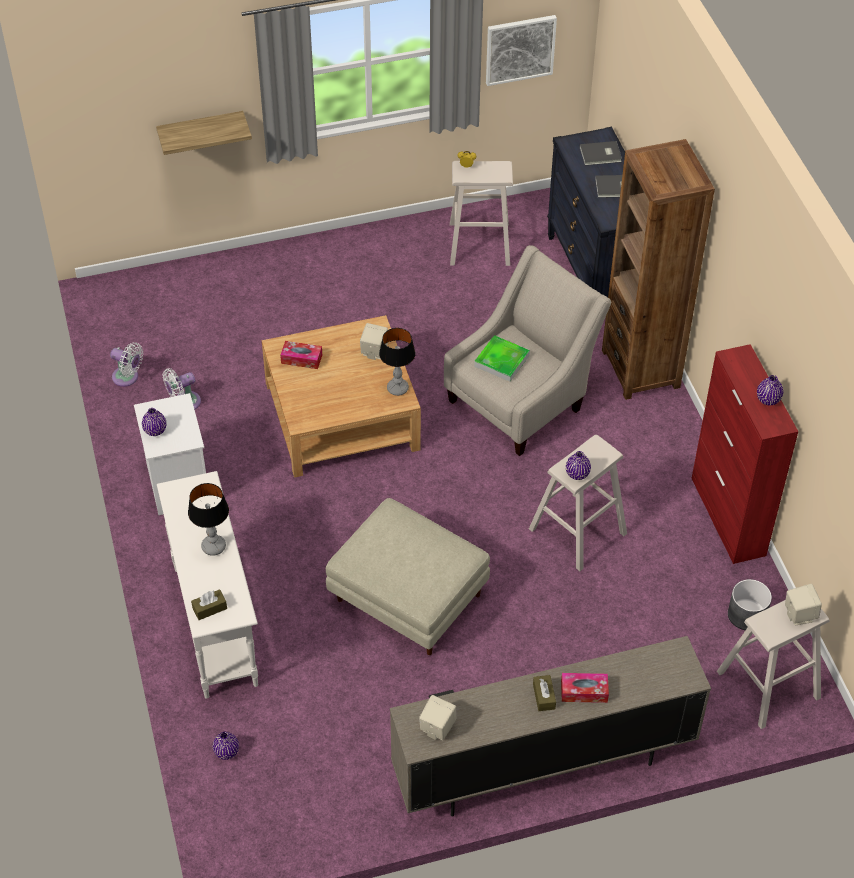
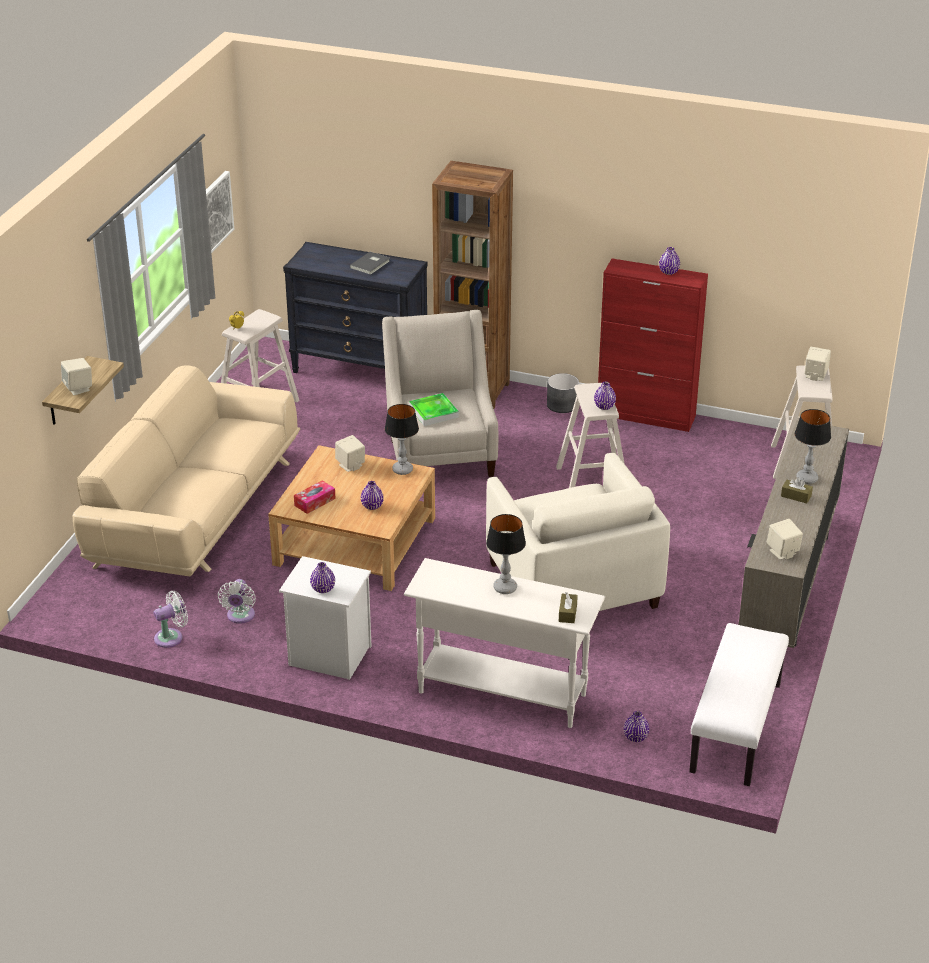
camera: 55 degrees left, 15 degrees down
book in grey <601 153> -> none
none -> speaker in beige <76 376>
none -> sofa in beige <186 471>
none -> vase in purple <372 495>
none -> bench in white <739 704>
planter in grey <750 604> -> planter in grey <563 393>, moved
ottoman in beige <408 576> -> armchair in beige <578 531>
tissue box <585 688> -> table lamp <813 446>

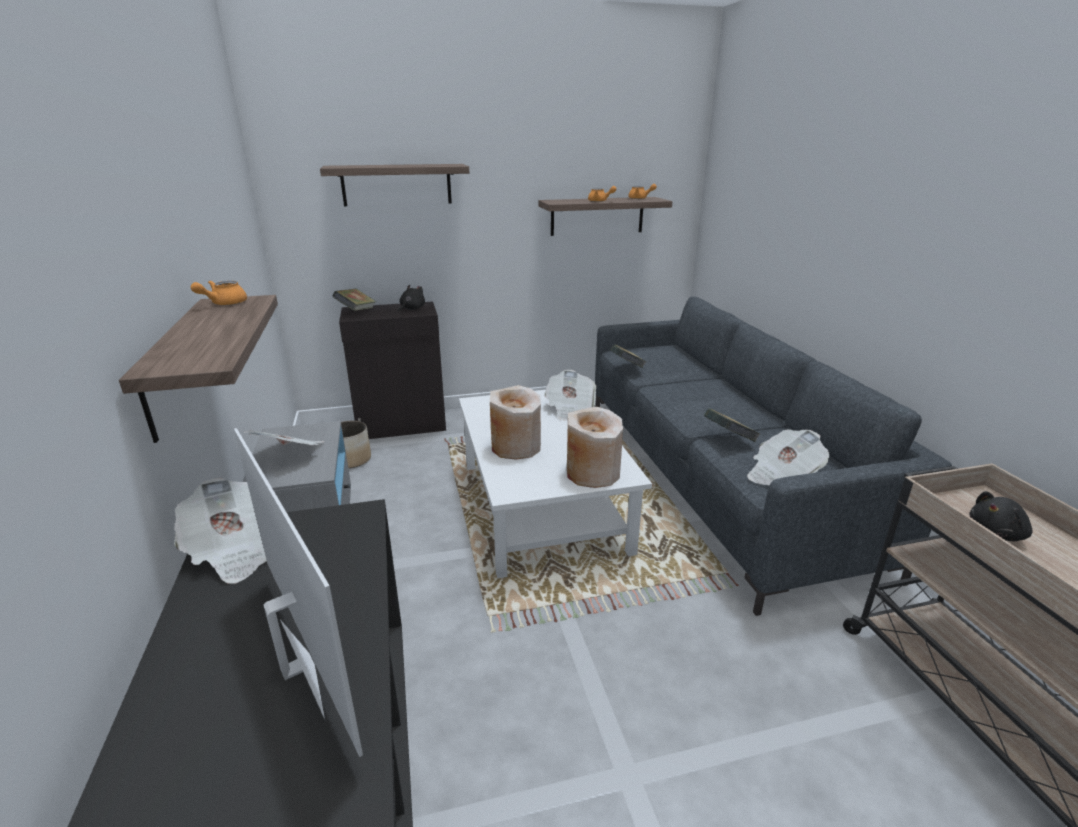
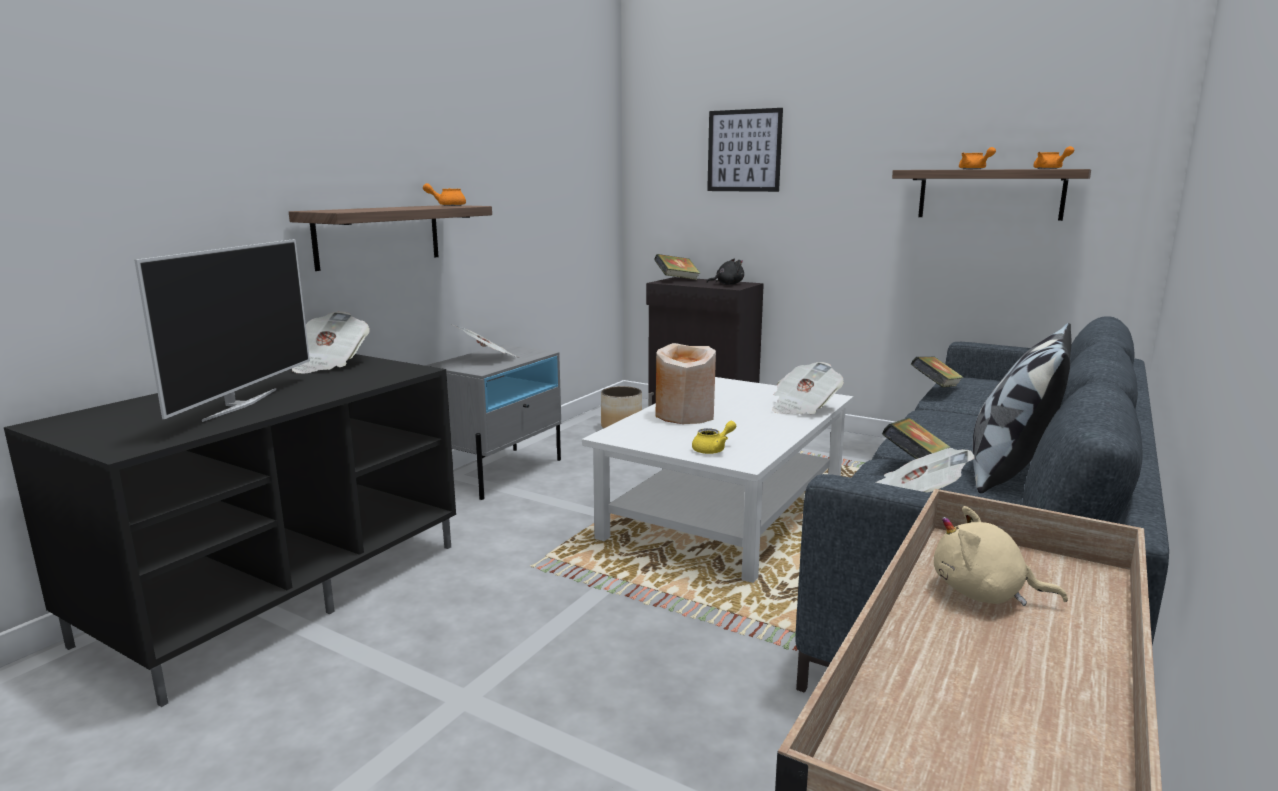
camera: 45 degrees right, 10 degrees down
none -> pillow <1022 408>
shelf <394 185> -> picture <745 150>
vase in beige <595 447> -> teapot in yellow <714 437>
plush toy in black <1001 516> -> plush toy in beige <1001 556>

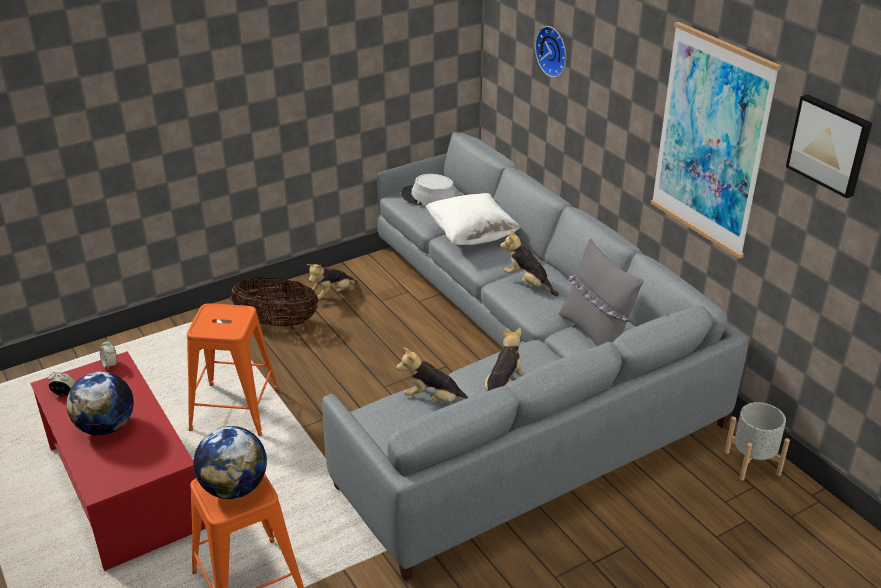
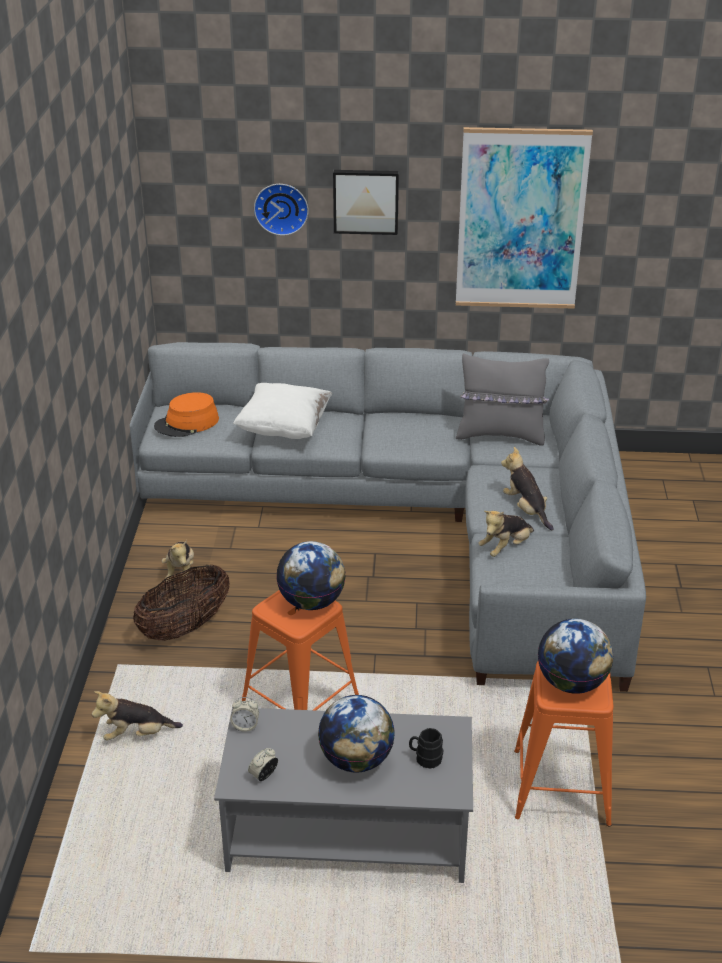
camera: 55 degrees left, 0 degrees up
planter in grey <757 441> -> none
none -> globe <311 575>
none -> mug in black <426 748>
plush toy <529 263> -> plush toy <137 716>, moved
picture <829 146> -> picture <366 202>, moved
coffee table in red <118 461> -> coffee table in grey <343 795>
hat in grey <428 190> -> hat in orange <186 414>

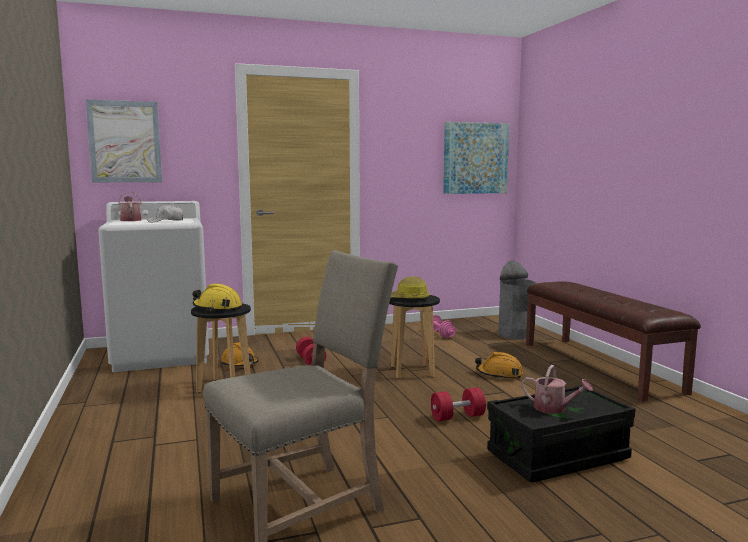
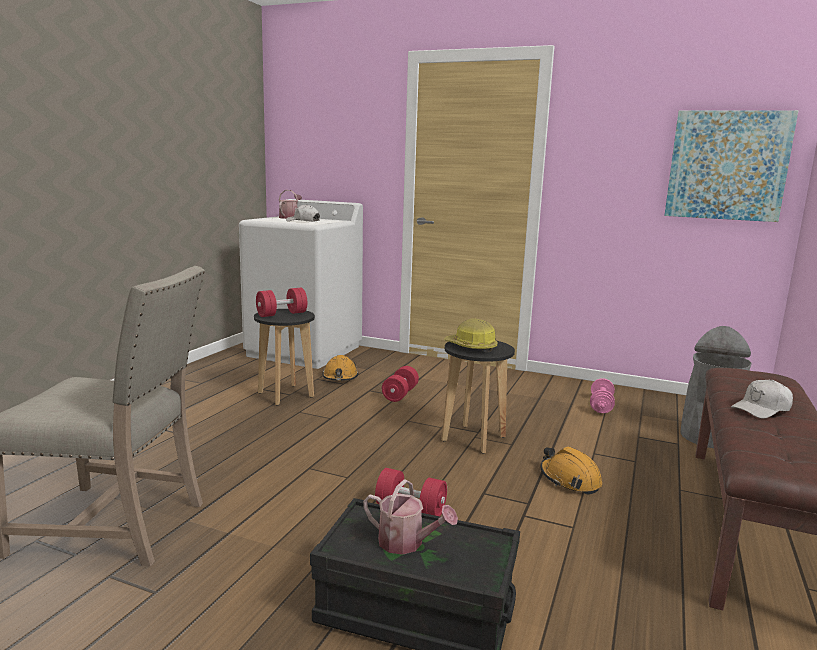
camera: 40 degrees right, 5 degrees up
picture <124 140> -> none
none -> cap in white <762 399>
hard hat in yellow <217 297> -> dumbbell in red <281 302>
watering can <557 389> -> watering can <410 517>, 45 degrees counterclockwise

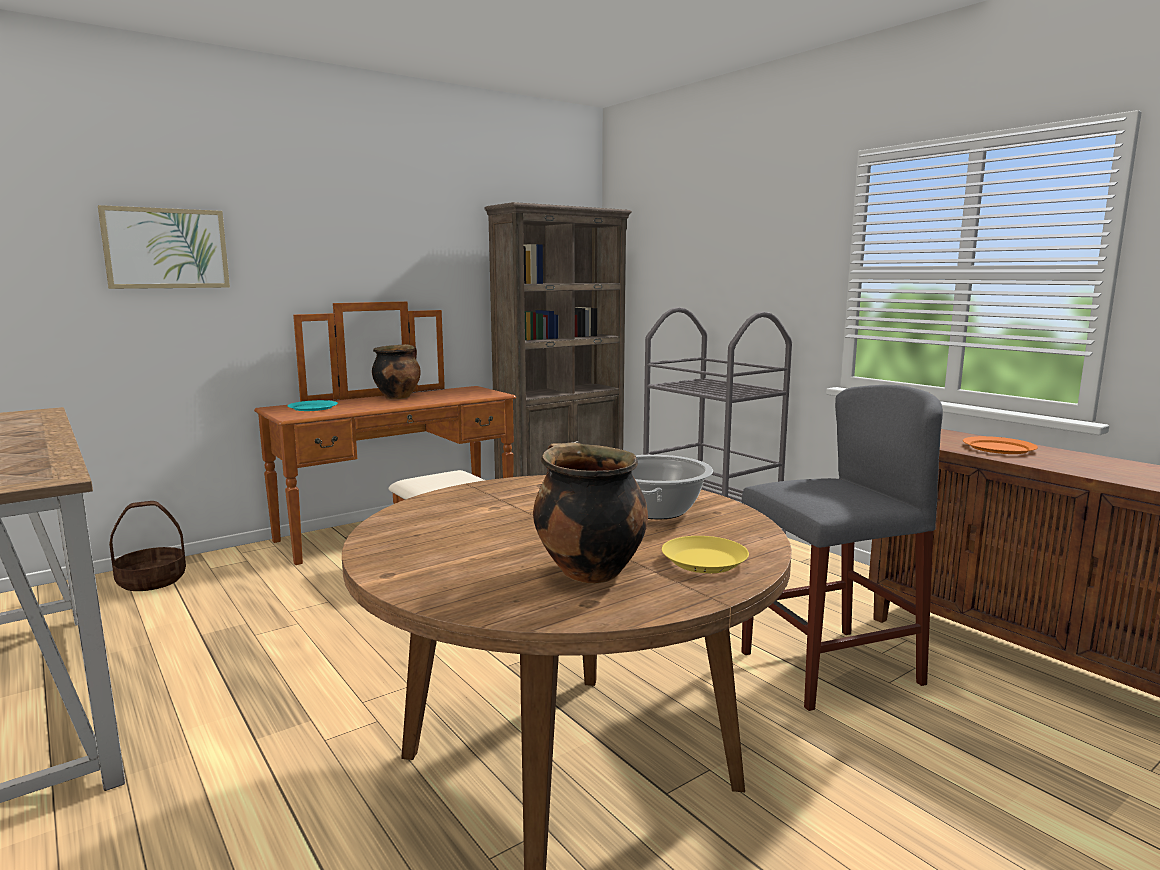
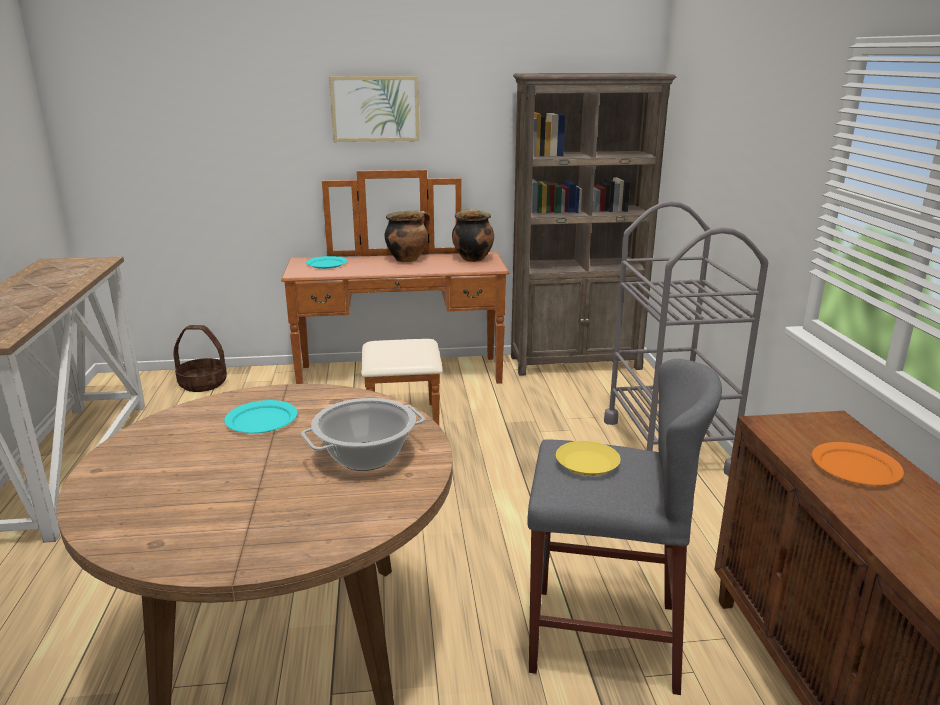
camera: 30 degrees right, 10 degrees up
none -> plate in turquoise <261 416>
picture <164 247> -> picture <374 109>, moved
cooking pot <590 513> -> cooking pot <473 235>, moved
plate in yellow <705 554> -> plate in yellow <588 458>, moved

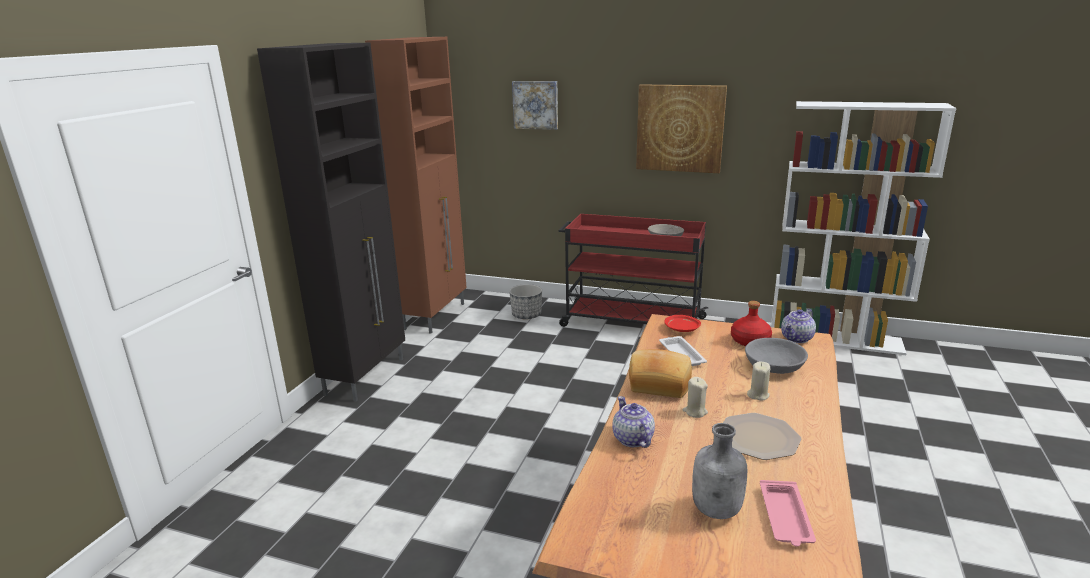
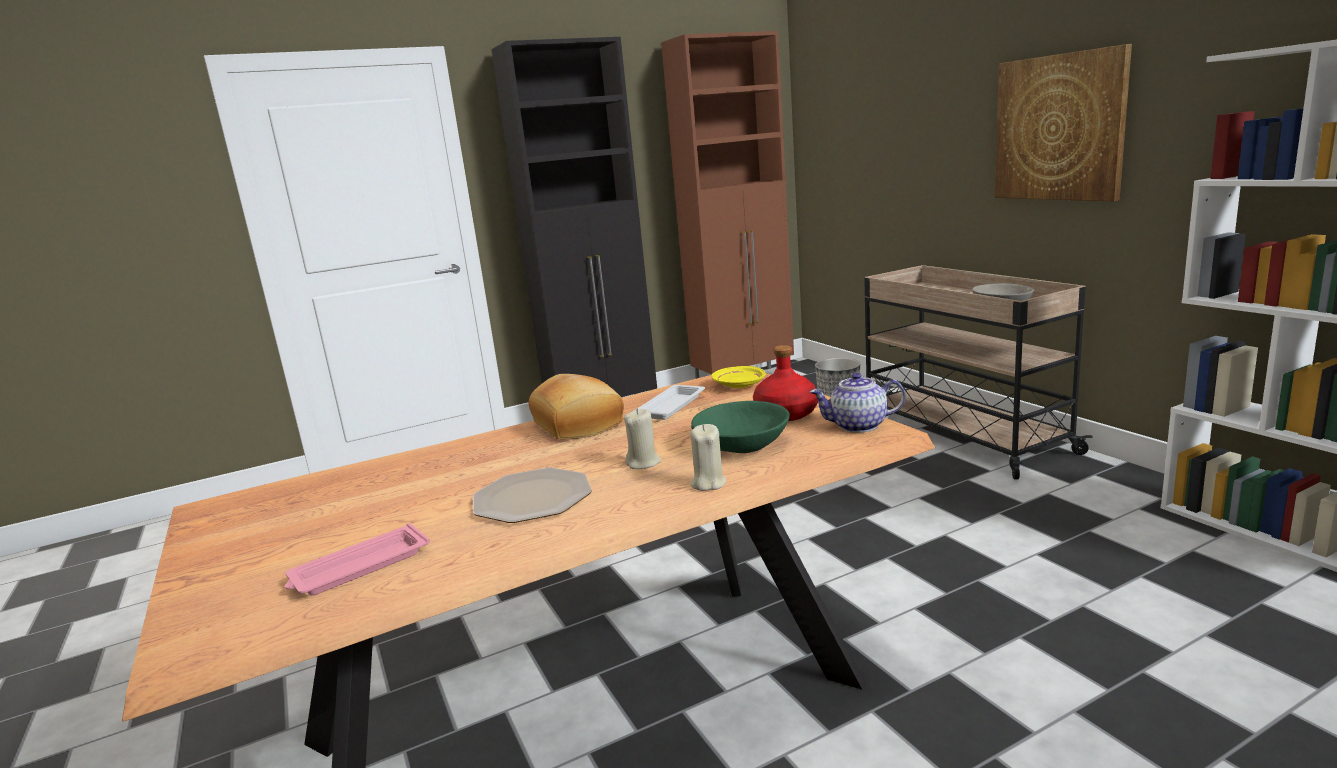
camera: 45 degrees right, 5 degrees down
picture <535 105> -> none
teapot <633 422> -> none
bottle in grey <719 471> -> none
candle in beige <695 397> -> candle in beige <708 457>, moved
cart in red <633 270> -> cart in beige <978 372>
plate in red <682 323> -> plate in yellow <738 377>
bowl in grey <776 356> -> bowl in green <740 427>

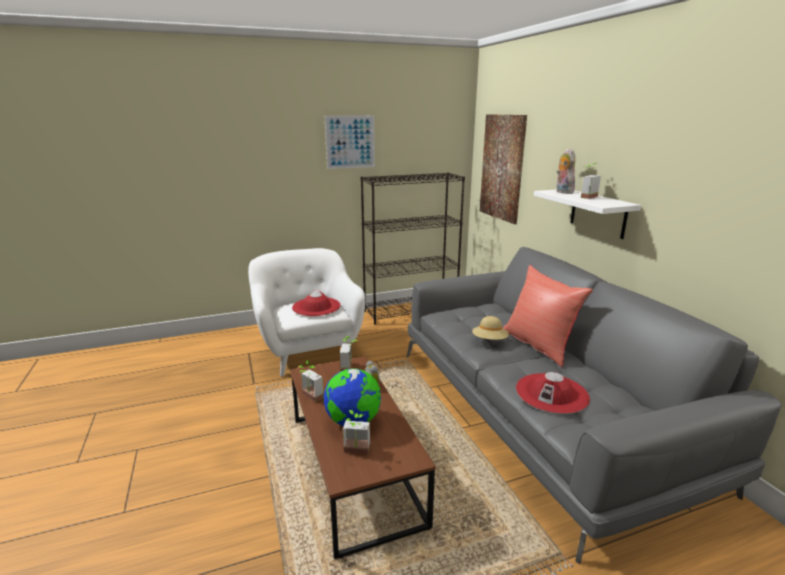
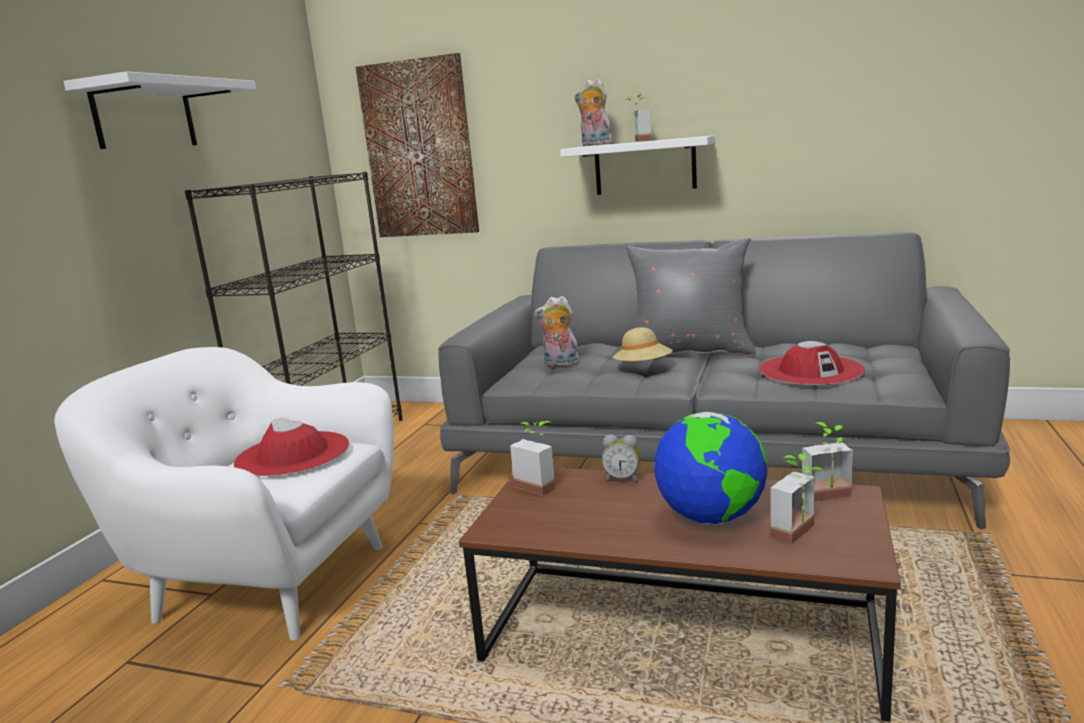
camera: 50 degrees left, 5 degrees down
none -> plush toy <557 331>
potted plant <311 381> -> potted plant <827 462>, moved
picture <350 142> -> shelf in white <160 110>
pillow in red <548 316> -> pillow in grey <691 296>

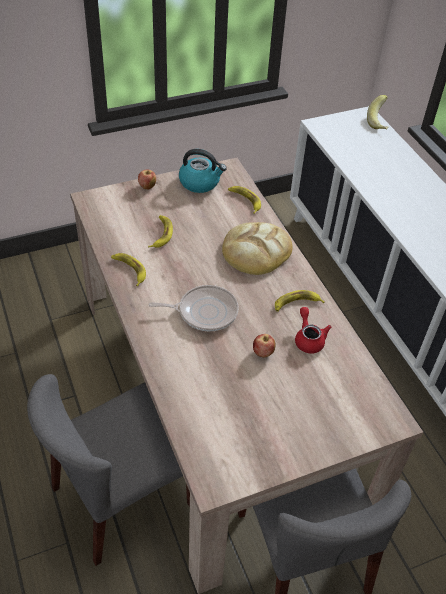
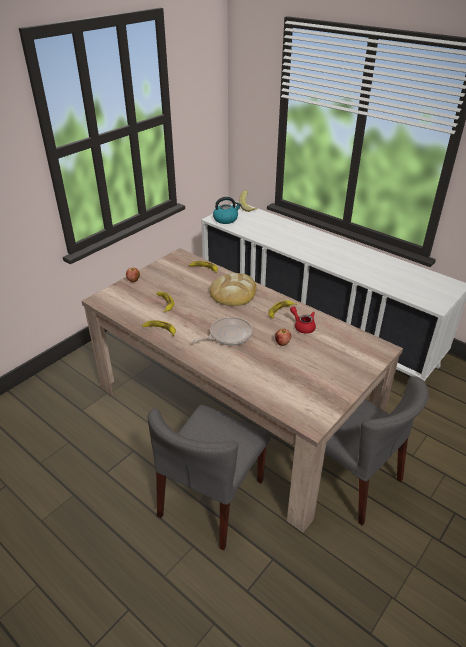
camera: 25 degrees left, 10 degrees down
kettle <203 171> -> kettle <227 210>, moved

